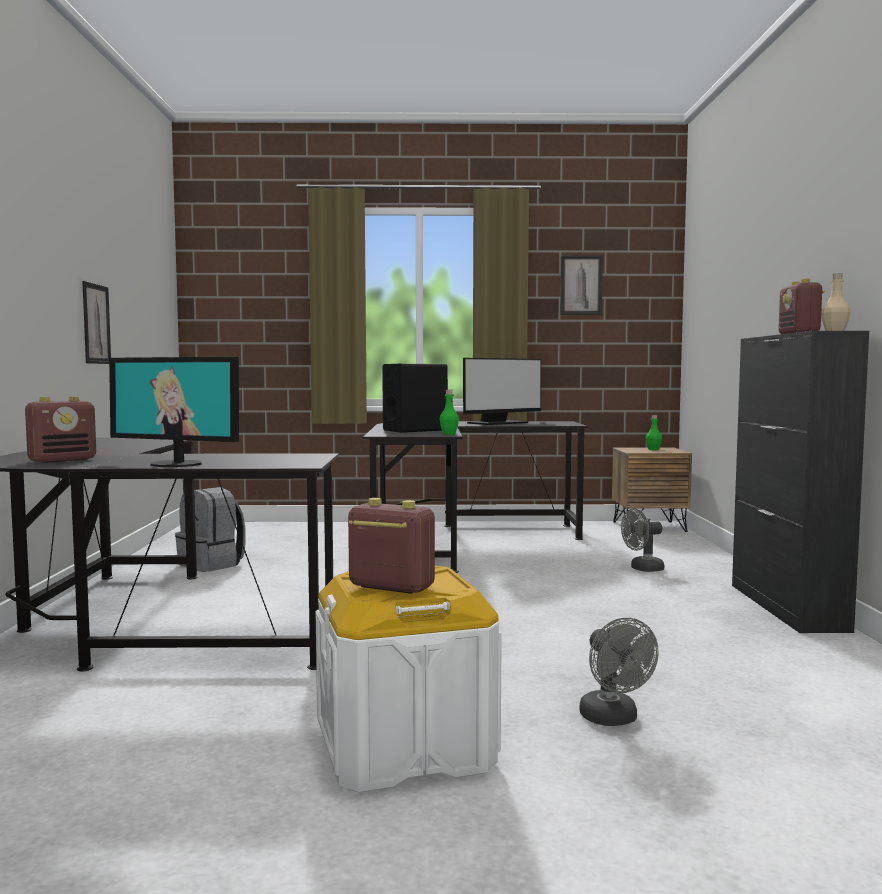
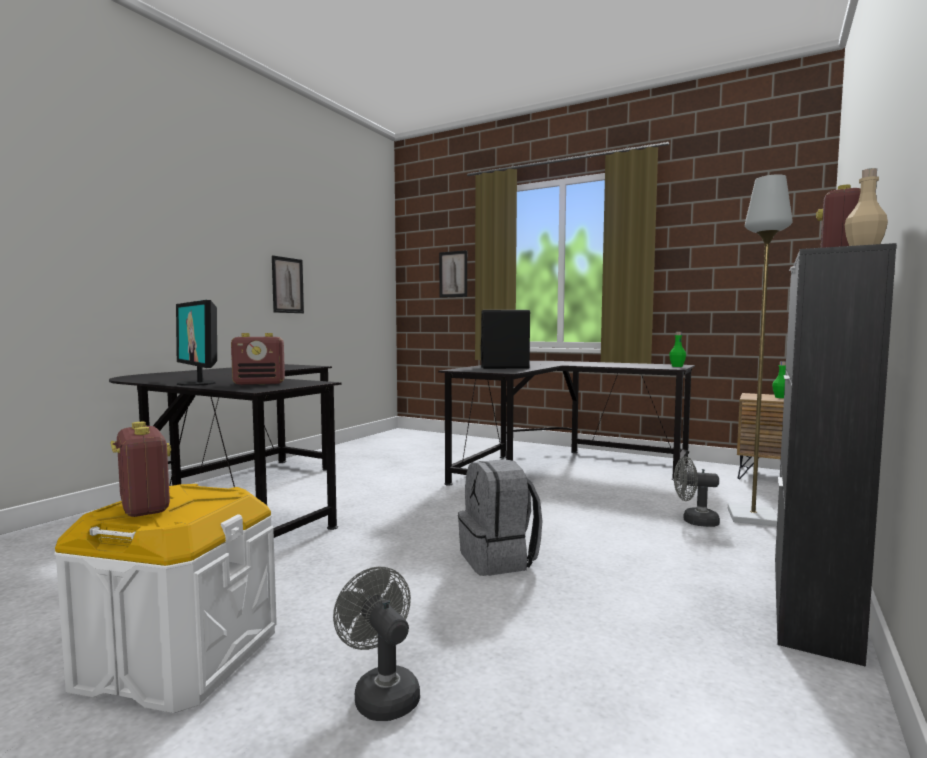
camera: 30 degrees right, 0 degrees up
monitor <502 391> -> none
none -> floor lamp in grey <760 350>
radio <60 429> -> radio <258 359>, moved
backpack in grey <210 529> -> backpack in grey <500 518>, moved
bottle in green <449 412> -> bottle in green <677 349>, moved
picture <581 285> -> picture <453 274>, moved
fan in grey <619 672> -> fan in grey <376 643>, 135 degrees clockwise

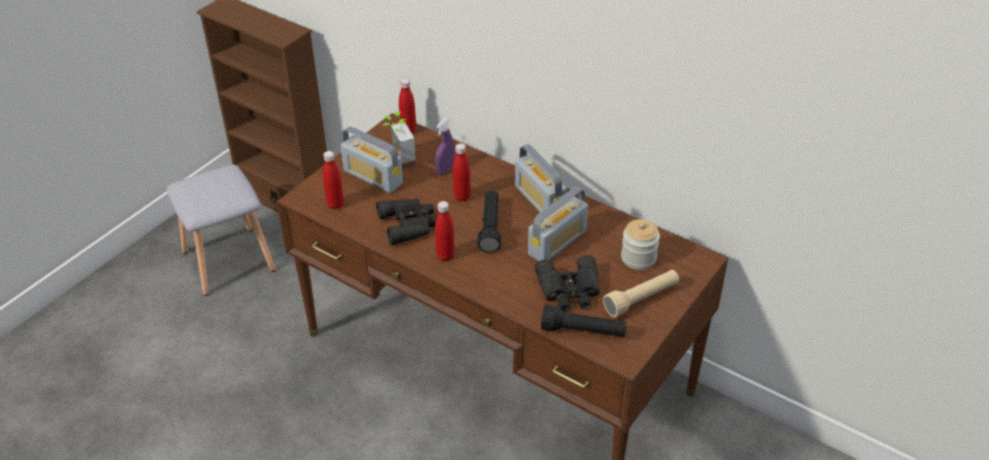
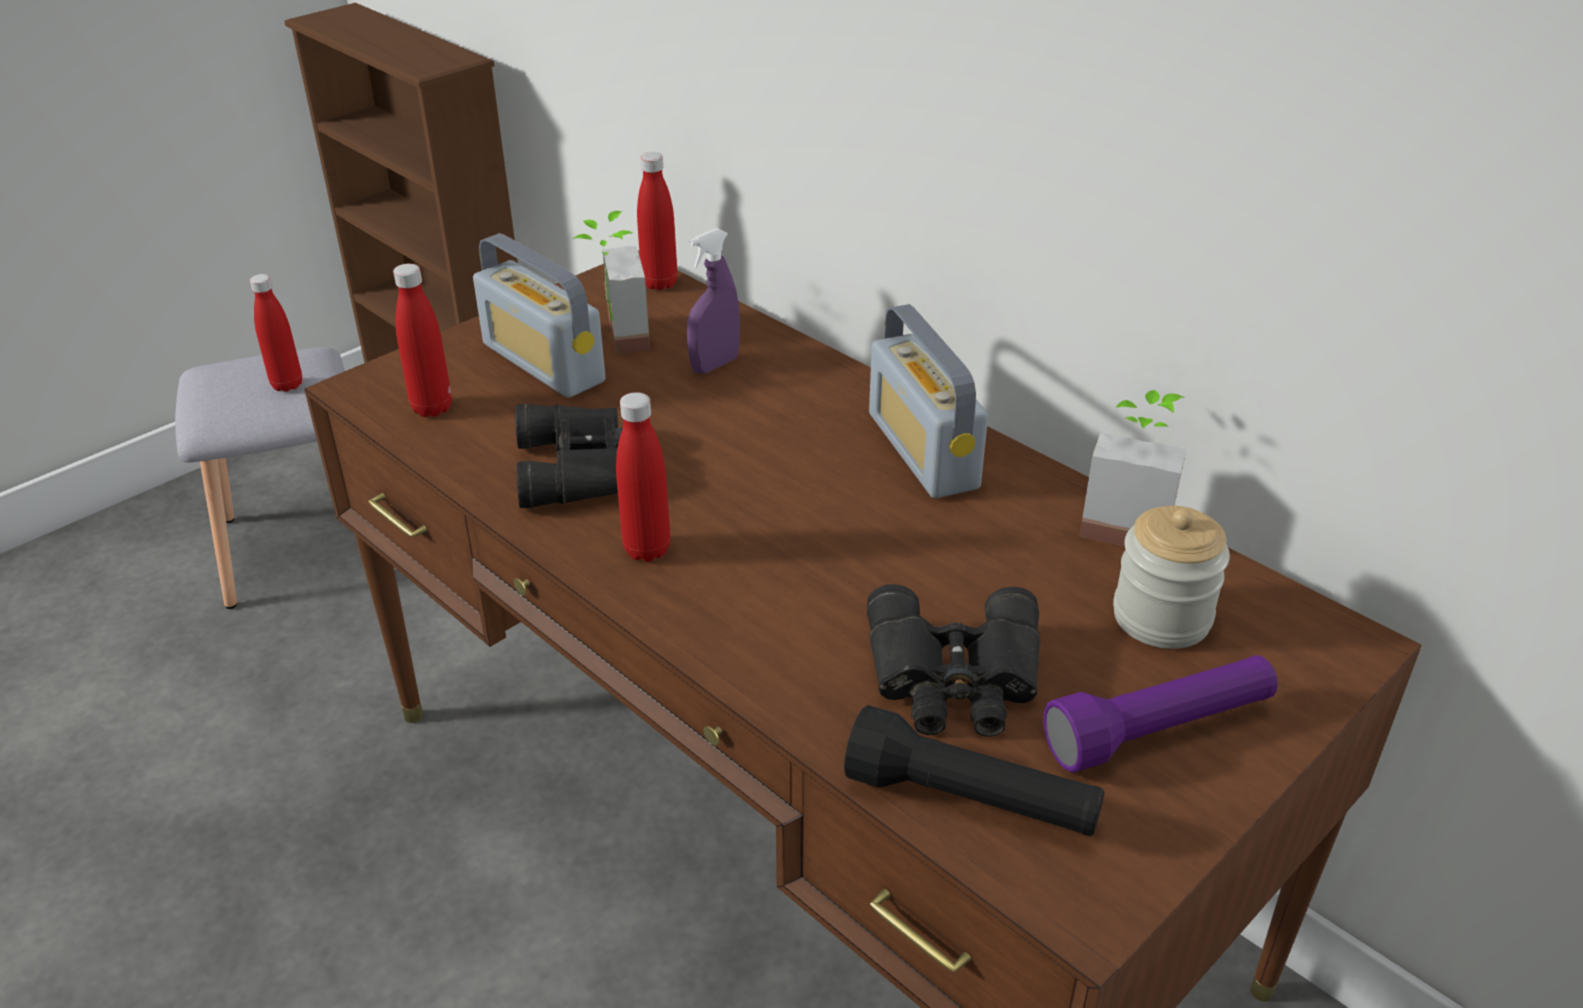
camera: 10 degrees right, 5 degrees down
flashlight in black <489 221> -> none
radio <558 224> -> none
none -> potted plant <1132 468>
bottle in red <462 172> -> bottle in red <276 333>, moved
flashlight in beige <641 294> -> flashlight in purple <1160 714>

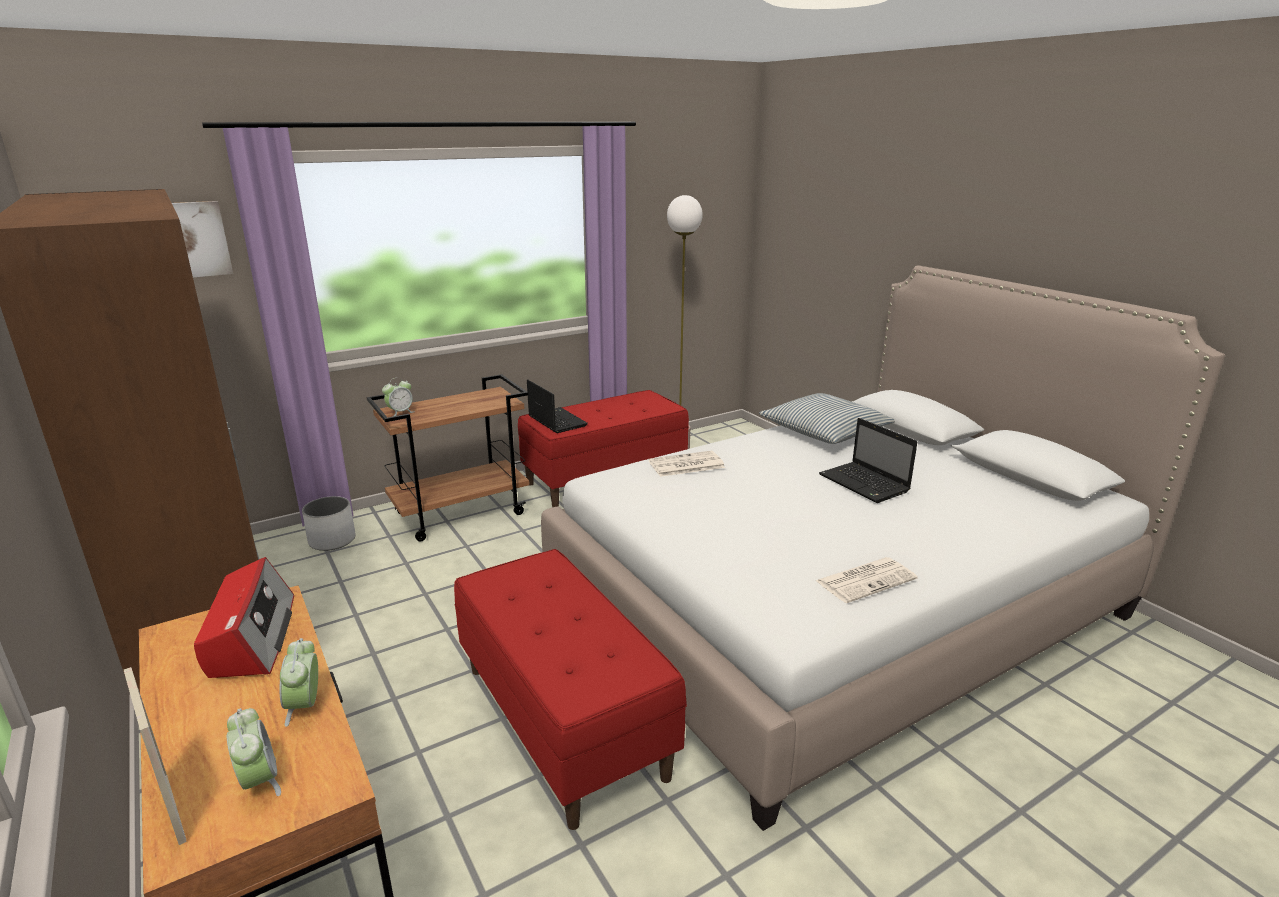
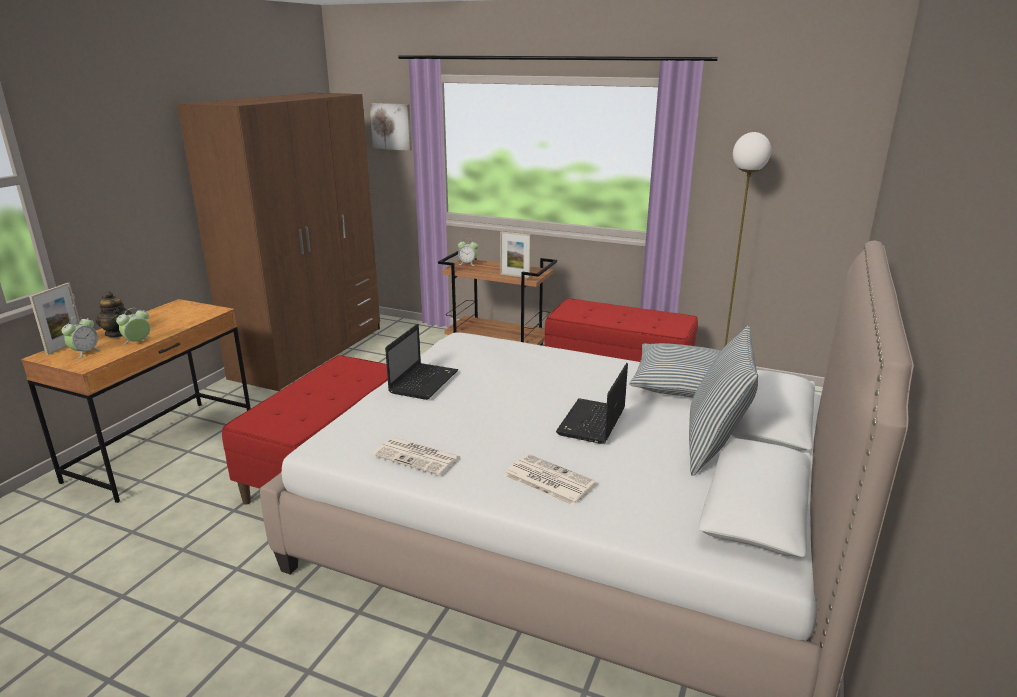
camera: 55 degrees right, 0 degrees up
radio <244 617> -> none
planter in white <328 523> -> none
none -> teapot <113 314>
none -> picture frame <515 254>
none -> pillow <723 401>
laptop <557 406> -> laptop <421 362>, moved
newspaper <687 464> -> newspaper <550 480>, moved

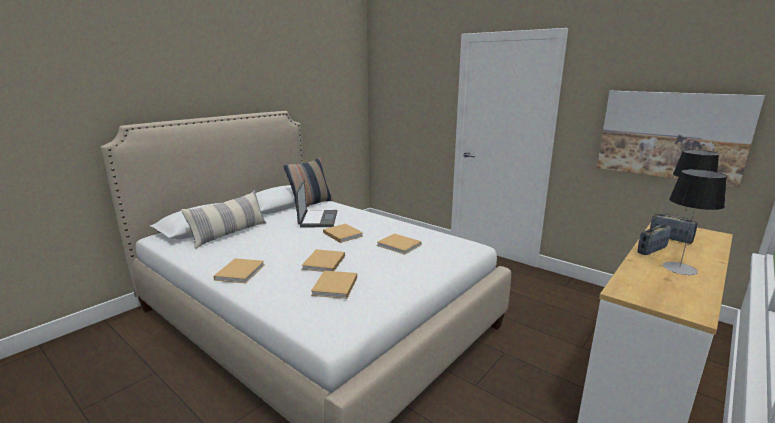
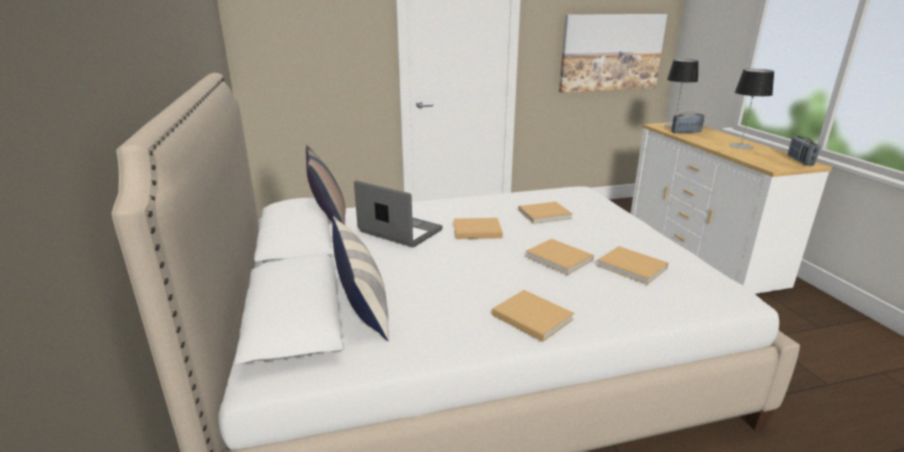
camera: 55 degrees left, 5 degrees up
radio <654 239> -> radio <803 151>, moved

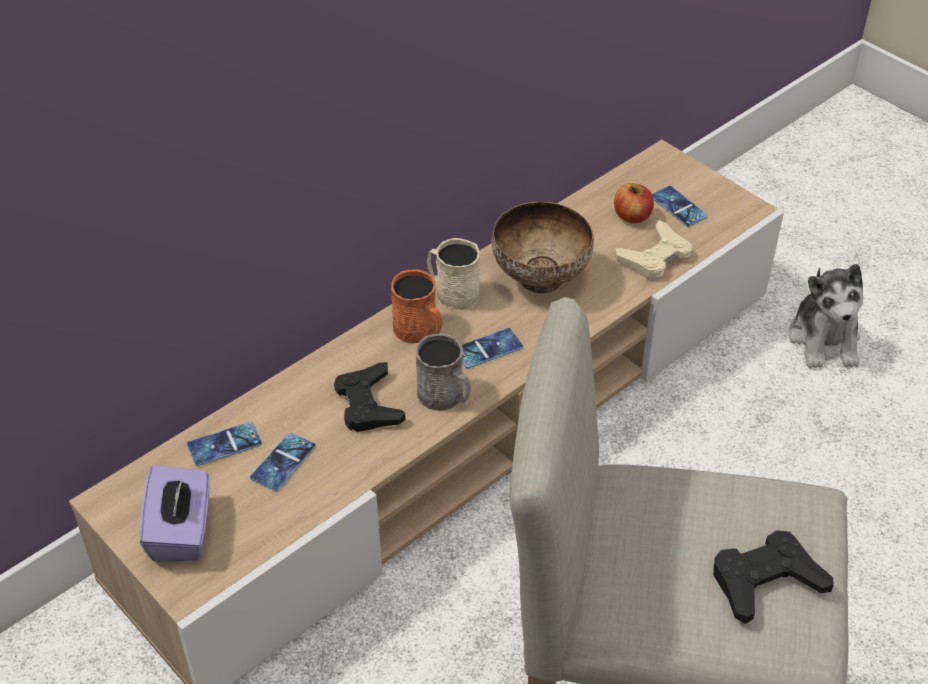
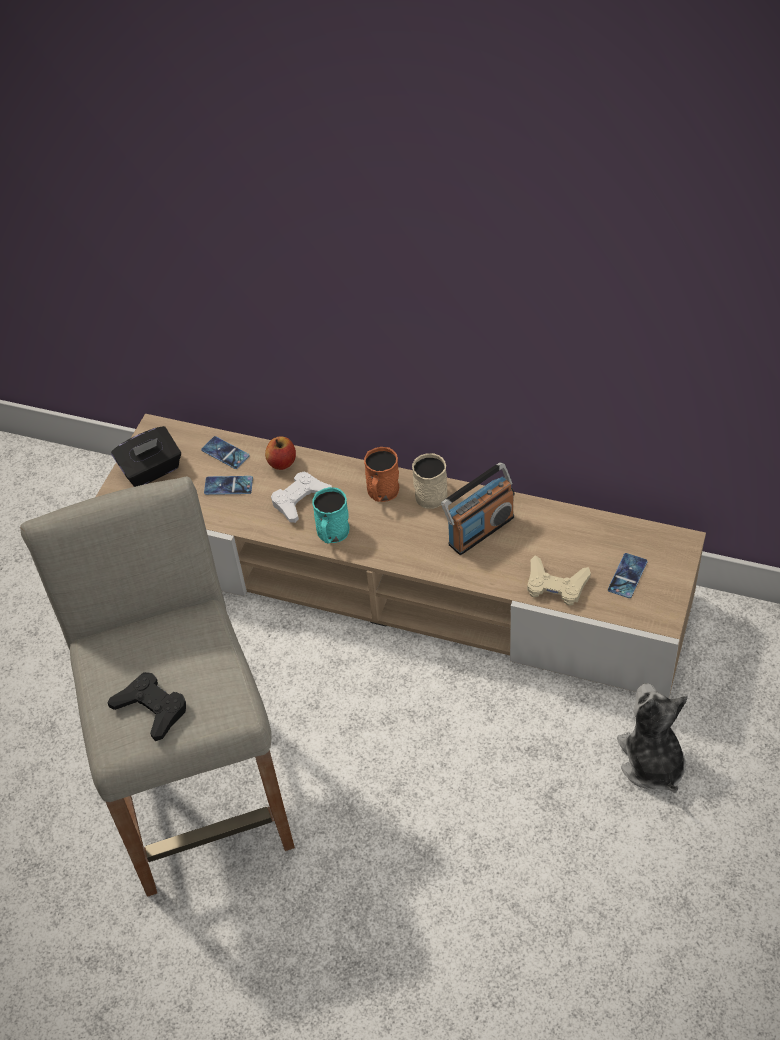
camera: 65 degrees right, 5 degrees up
phone <492 348> -> none
apple <634 203> -> apple <280 453>, moved
bowl <543 247> -> radio <478 508>
tissue box in purple <175 513> -> tissue box in black <146 456>
game controller in black <369 397> -> game controller in white <301 497>
mug in grey <443 372> -> mug in turquoise <331 515>
plush toy <826 316> -> plush toy <652 738>, 105 degrees clockwise

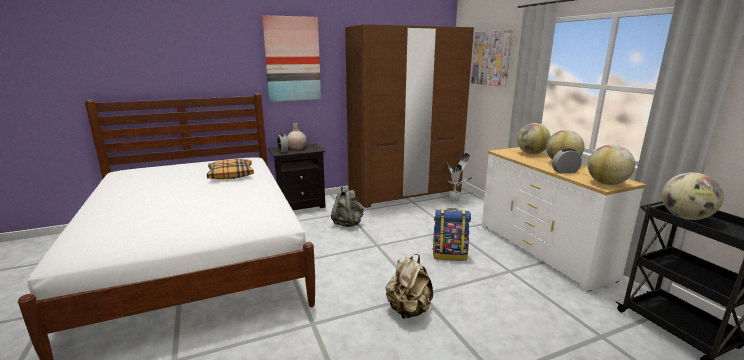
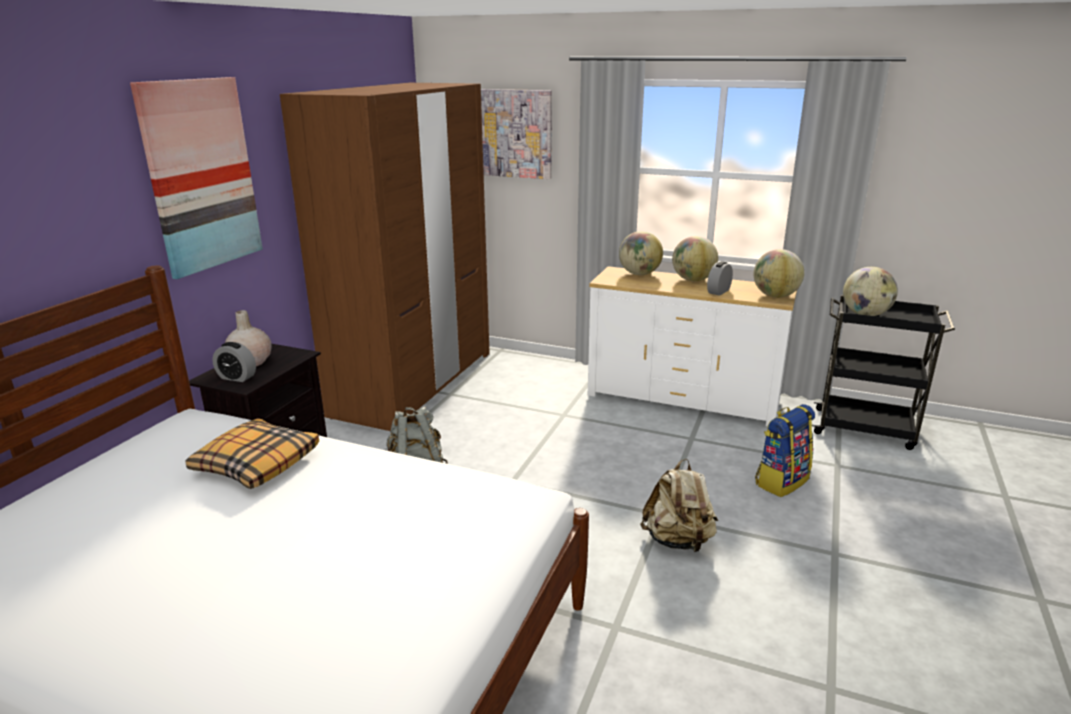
camera: 45 degrees left, 5 degrees up
potted plant <457 177> -> none
backpack <451 234> -> backpack <785 450>, moved

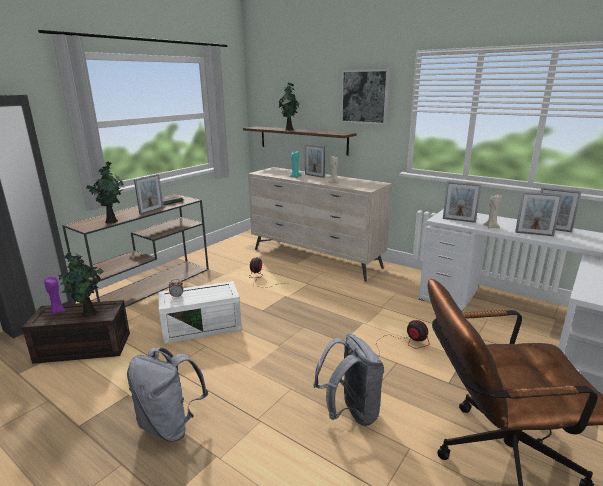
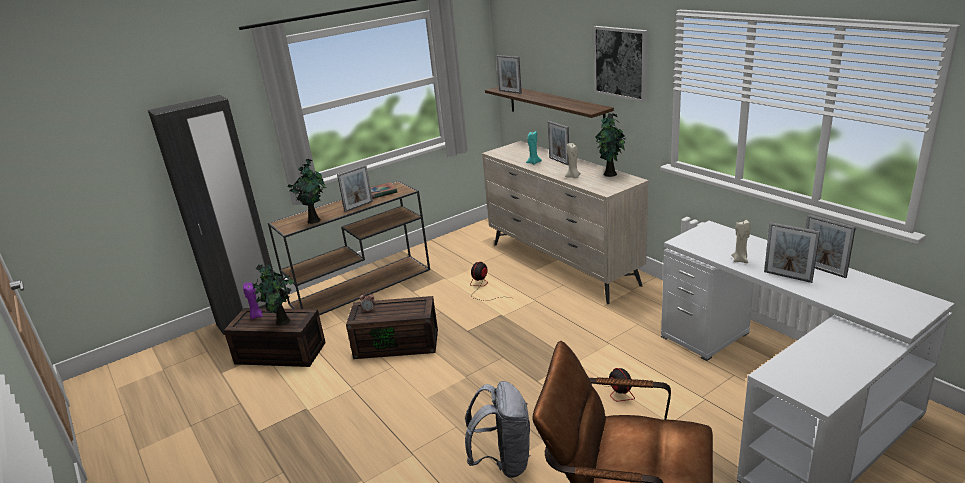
camera: 20 degrees right, 5 degrees up
backpack in grey <167 394> -> none
potted plant <289 106> -> potted plant <610 145>, moved
picture frame <462 202> -> picture frame <509 74>, moved
storage box in white <200 312> -> storage box in brown <392 327>

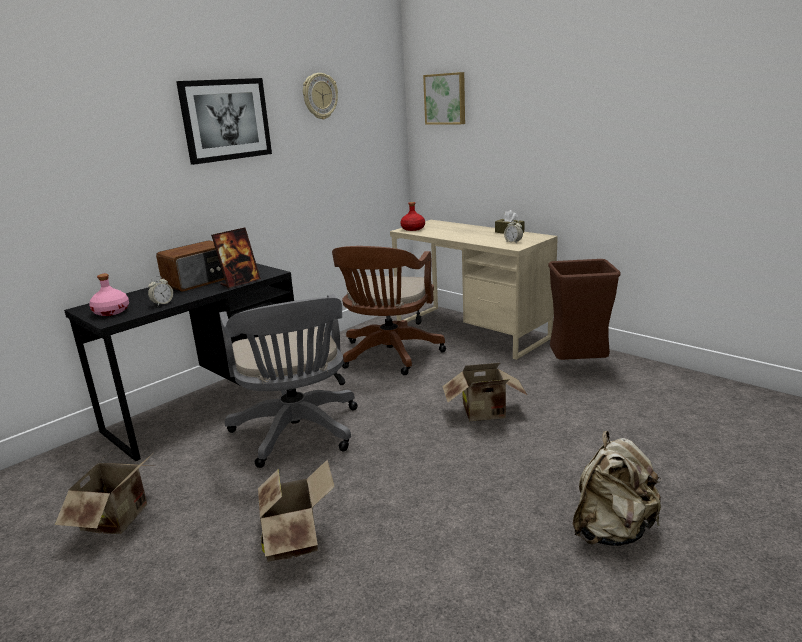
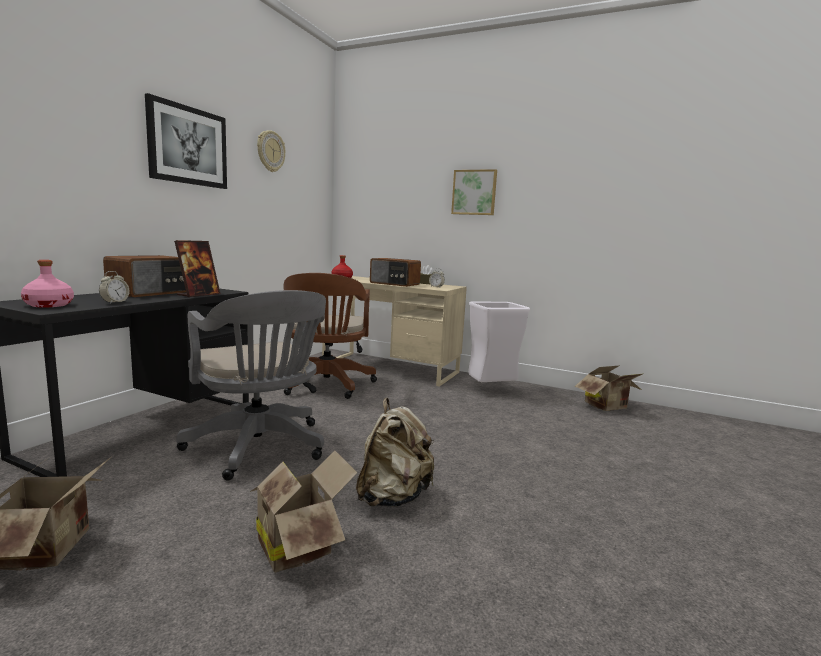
camera: 20 degrees left, 10 degrees down
none -> radio <395 272>
picture <444 98> -> picture <474 192>, moved
cardboard box <485 392> -> cardboard box <608 388>, moved
backpack in beige <617 488> -> backpack in beige <395 452>, moved
trash can in brown <584 309> -> trash can in white <499 341>

